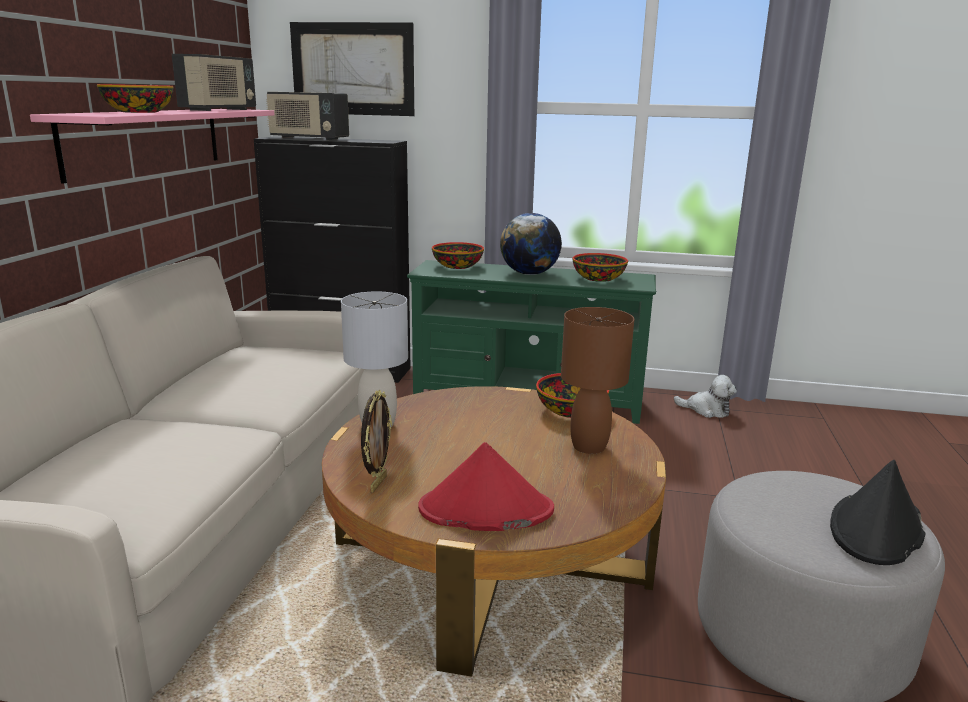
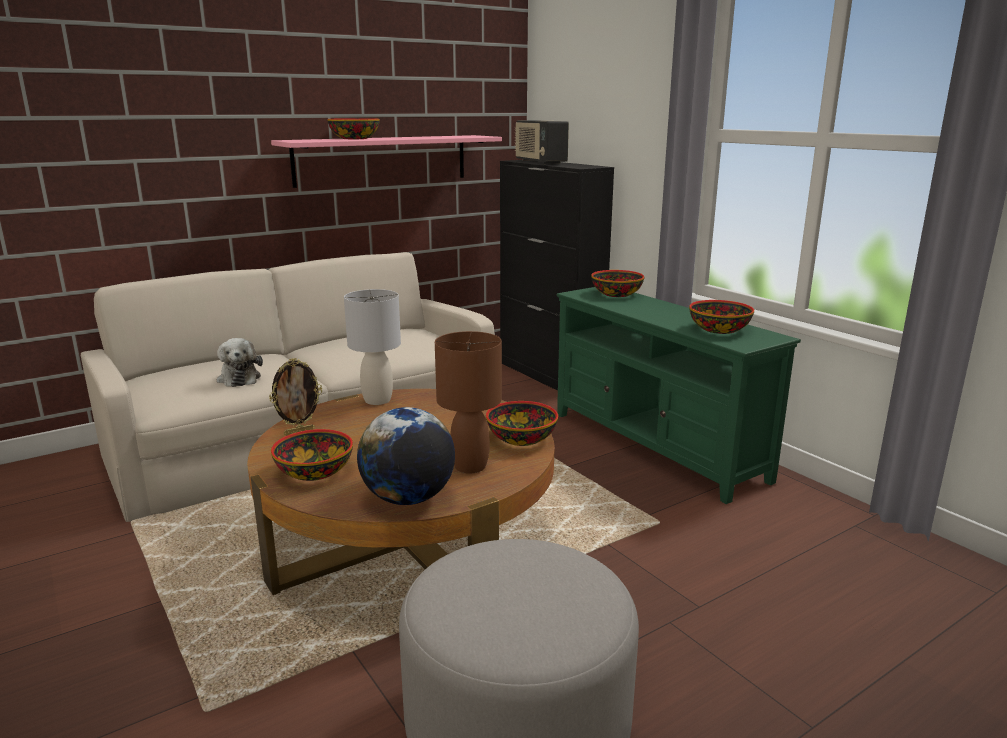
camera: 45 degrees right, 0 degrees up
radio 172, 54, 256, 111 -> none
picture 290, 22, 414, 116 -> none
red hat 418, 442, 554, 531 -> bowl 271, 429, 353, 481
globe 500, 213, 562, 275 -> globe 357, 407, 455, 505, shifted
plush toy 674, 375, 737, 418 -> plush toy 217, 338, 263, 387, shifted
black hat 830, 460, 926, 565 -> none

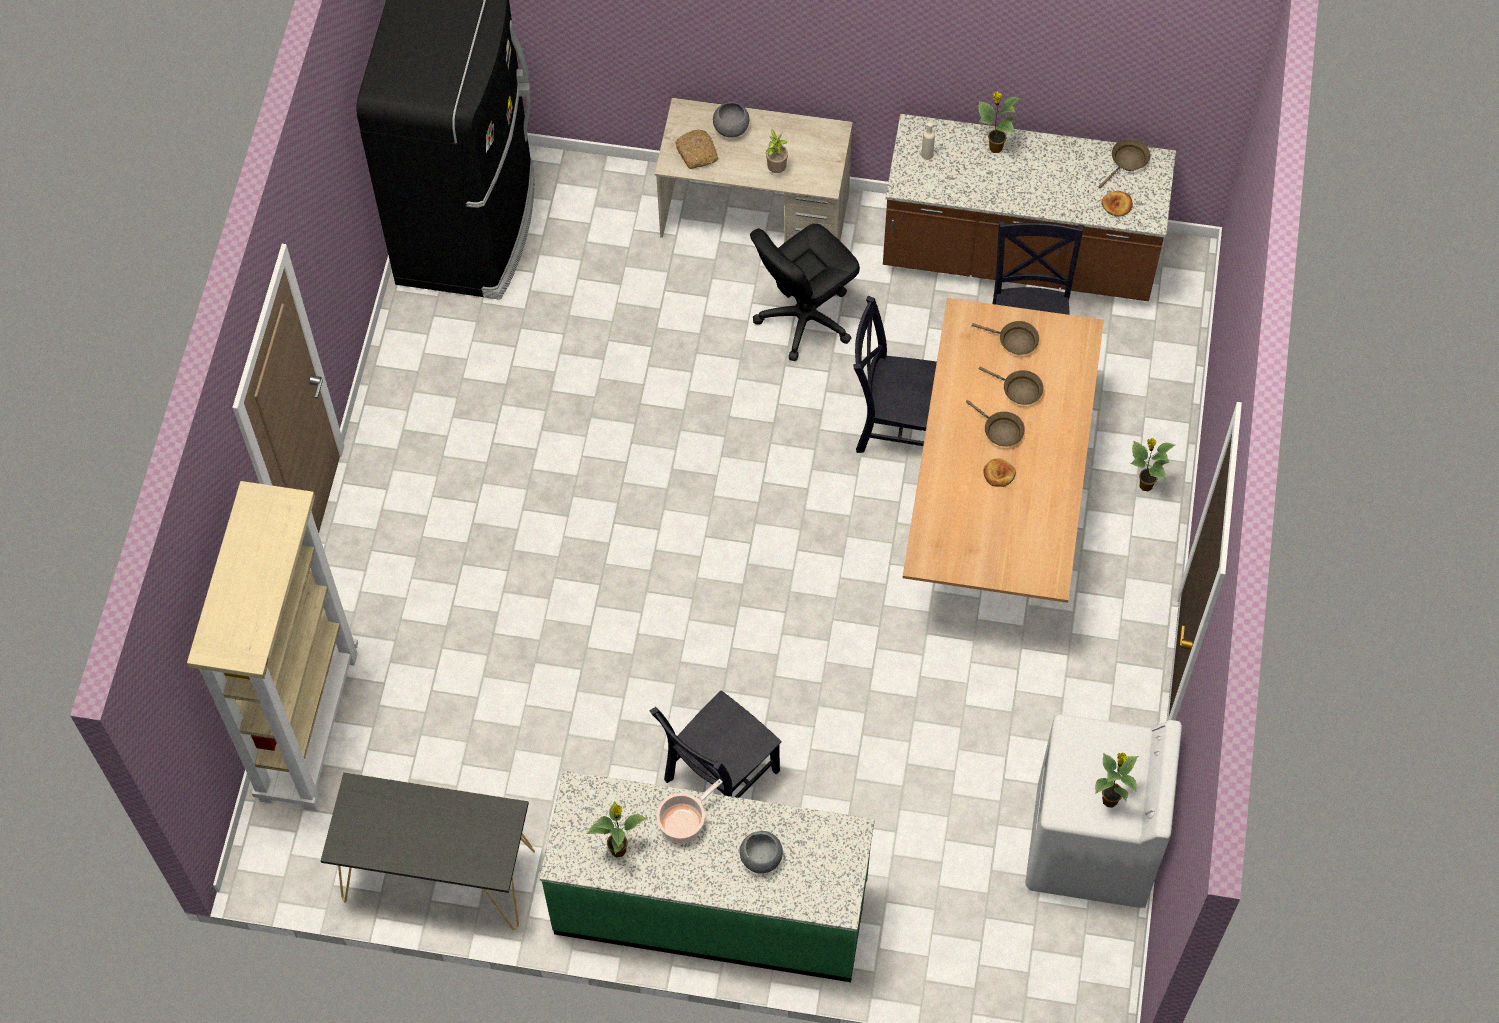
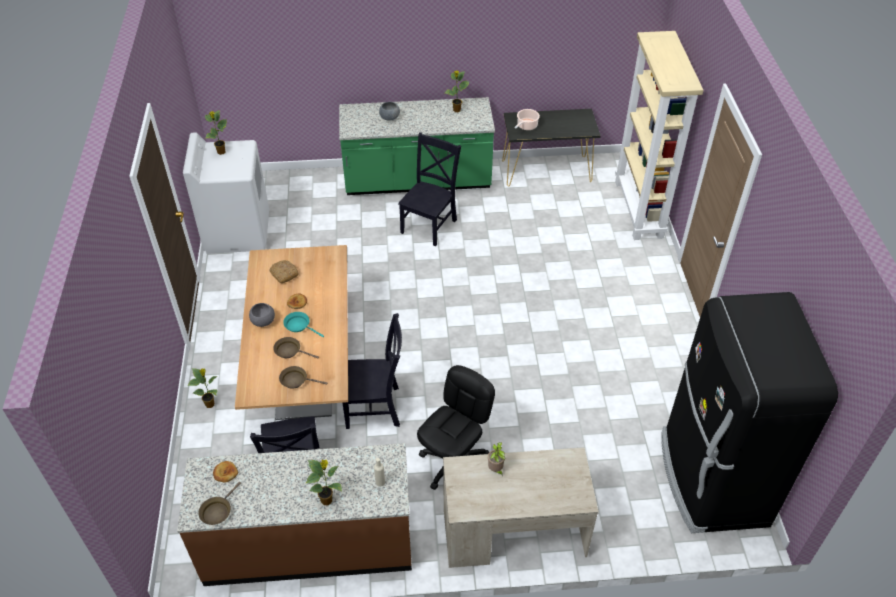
camera: 165 degrees right, 15 degrees down
cooking pot 656, 779, 723, 844 -> cooking pot 514, 109, 540, 130, shifted
bread 675, 129, 718, 169 -> bread 269, 260, 299, 283, shifted
grey bowl 713, 102, 749, 138 -> grey bowl 249, 303, 275, 327, shifted
brown frying pan 966, 400, 1025, 447 -> turquoise frying pan 283, 312, 324, 337

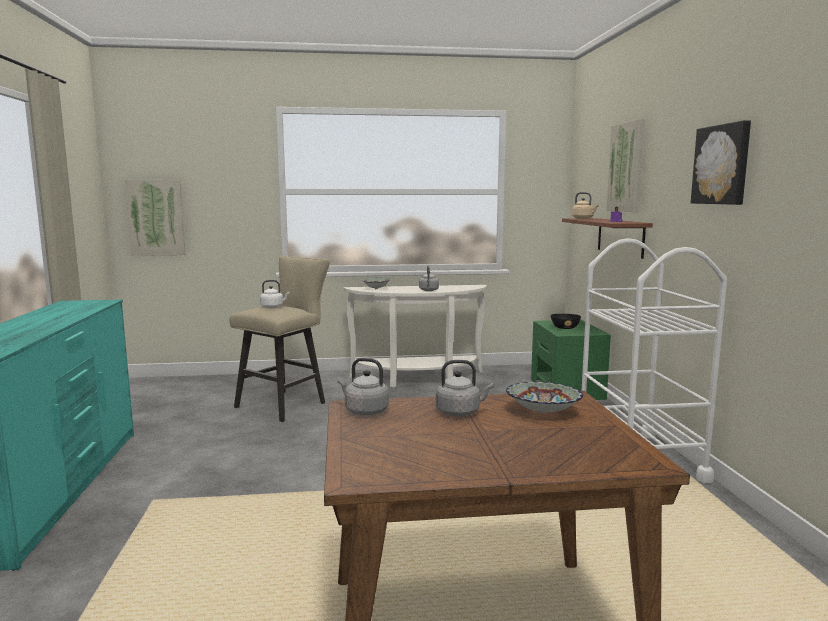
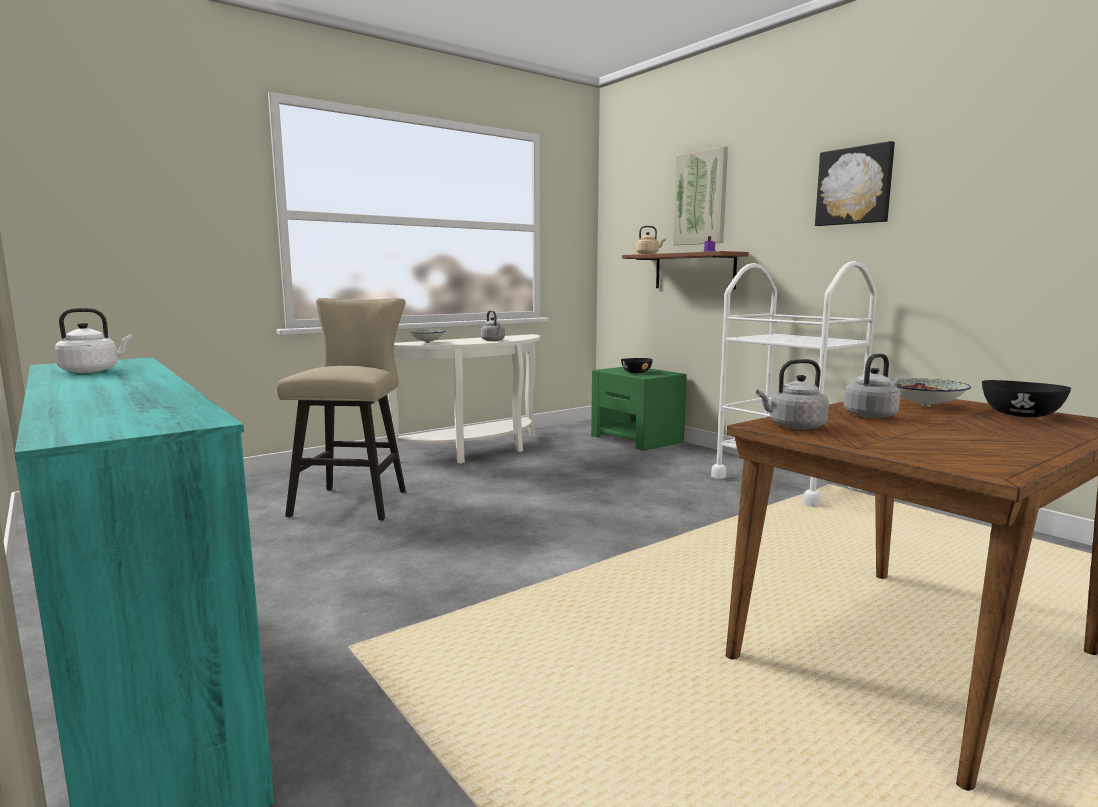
camera: 30 degrees left, 0 degrees up
picture 125, 180, 186, 256 -> none
white kettle 260, 280, 289, 308 -> white kettle 55, 308, 132, 373, shifted
none -> black bowl 982, 380, 1071, 417

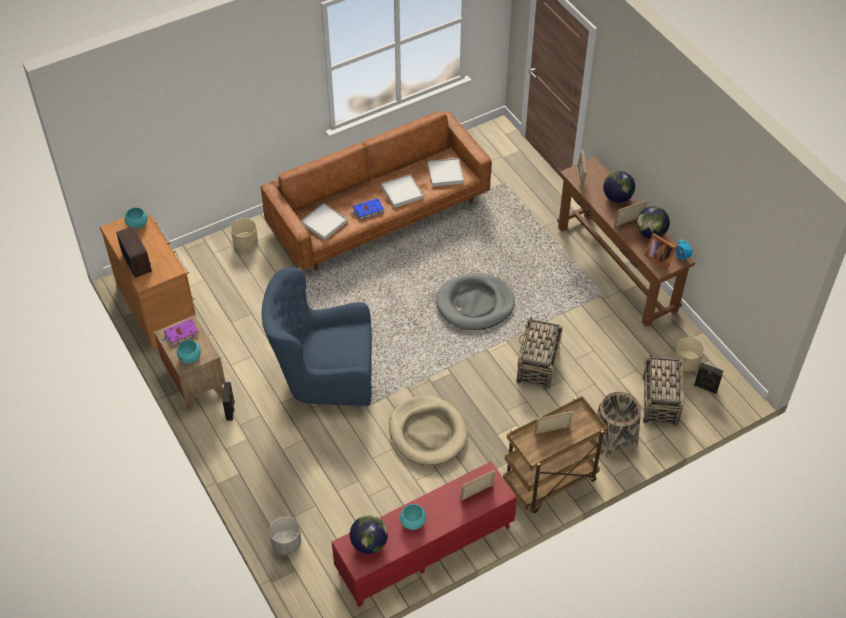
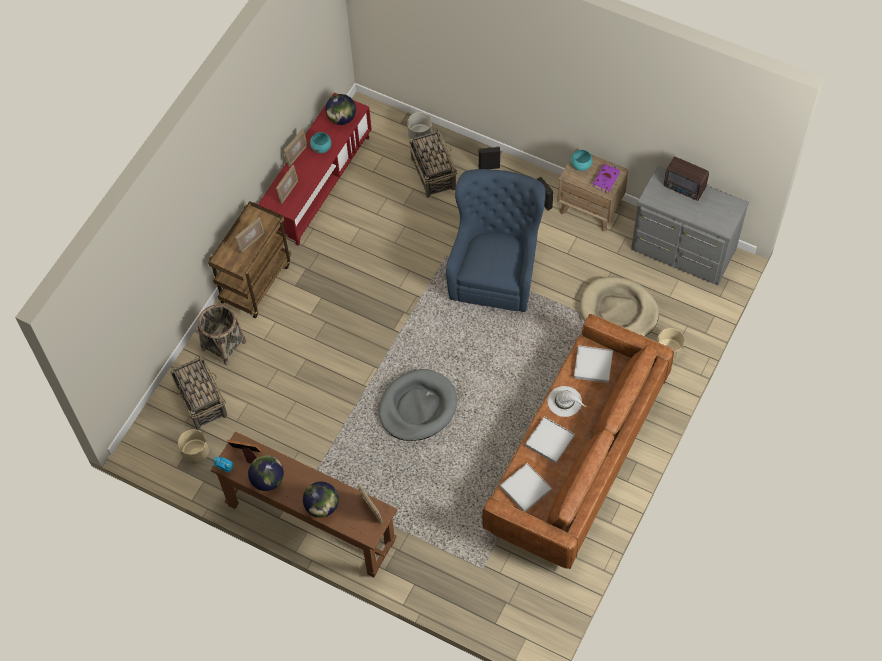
camera: 150 degrees right, 10 degrees up
brown dresser 100, 209, 196, 350 -> grey dresser 631, 166, 749, 285
turquoise bowl 125, 207, 148, 229 -> none
blue armchair 262, 267, 372, 406 -> blue armchair 446, 169, 545, 312, 45 degrees counterclockwise
blue book 351, 198, 384, 220 -> white hat 548, 386, 586, 417
beige dog bed 389, 395, 468, 465 -> beige dog bed 580, 276, 659, 336, shifted
basket 516, 317, 563, 389 -> basket 409, 129, 457, 198, shifted
picture frame 614, 200, 647, 227 -> picture frame 284, 129, 308, 167, shifted
black speaker 694, 362, 723, 394 -> black speaker 478, 147, 500, 169, shifted

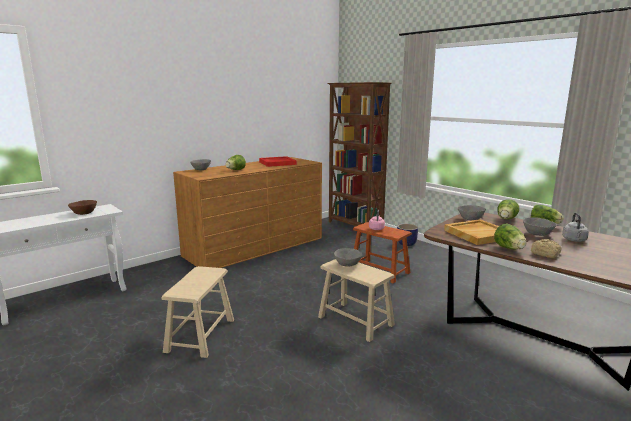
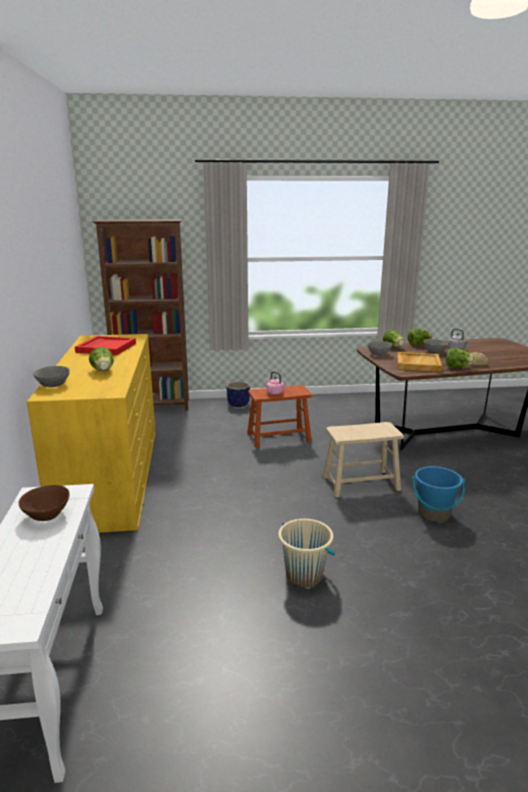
camera: 55 degrees left, 5 degrees up
beige stool 161, 266, 234, 358 -> beige bucket 278, 519, 335, 587
brown dresser 173, 157, 322, 268 -> yellow dresser 27, 334, 155, 533
grey bowl 334, 248, 363, 267 -> none
none -> blue bucket 412, 466, 465, 522

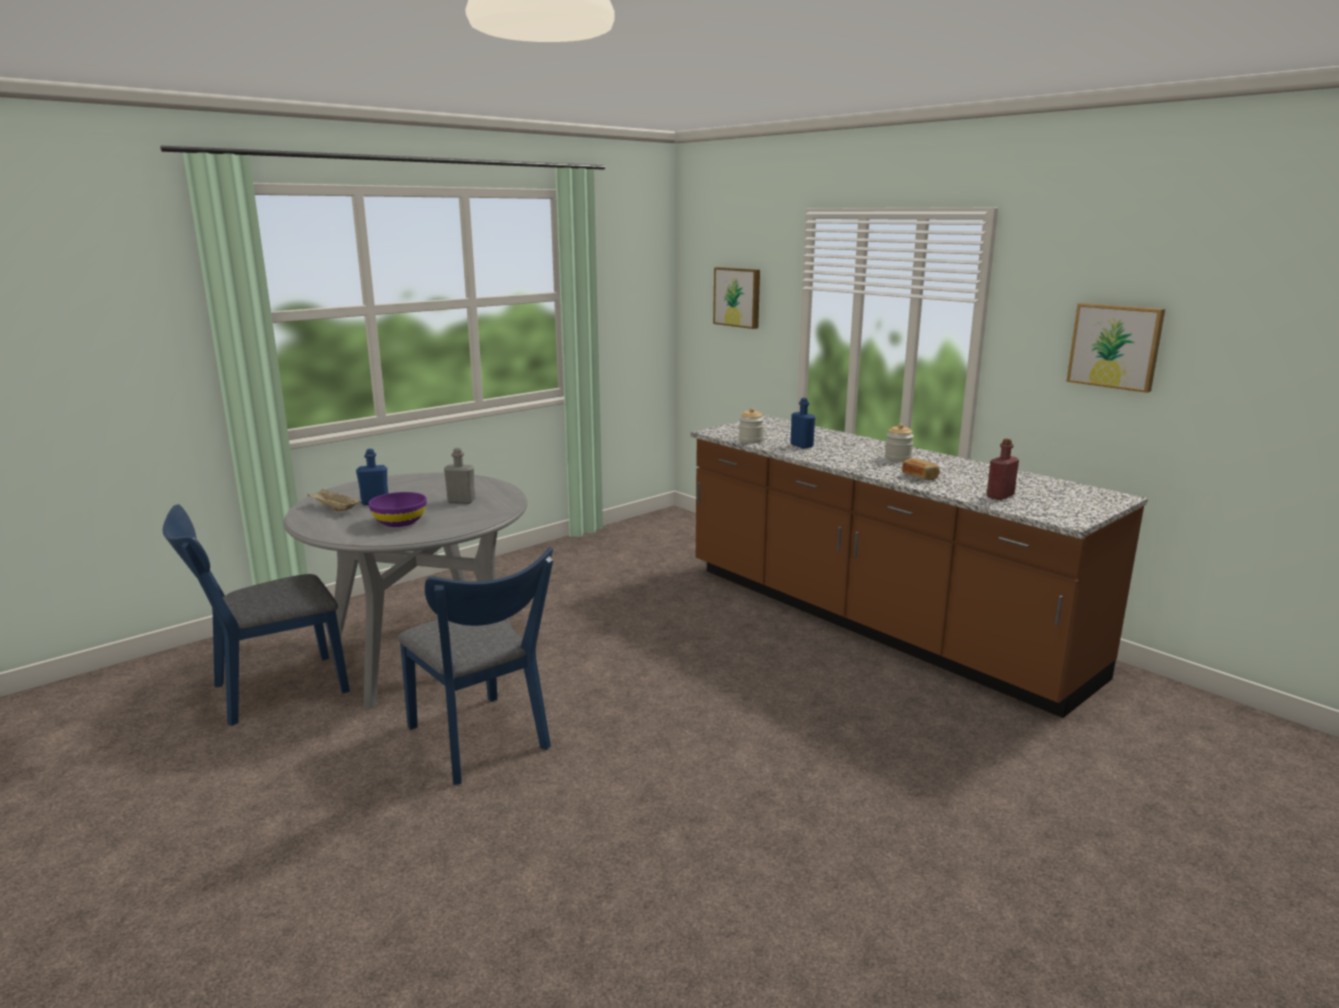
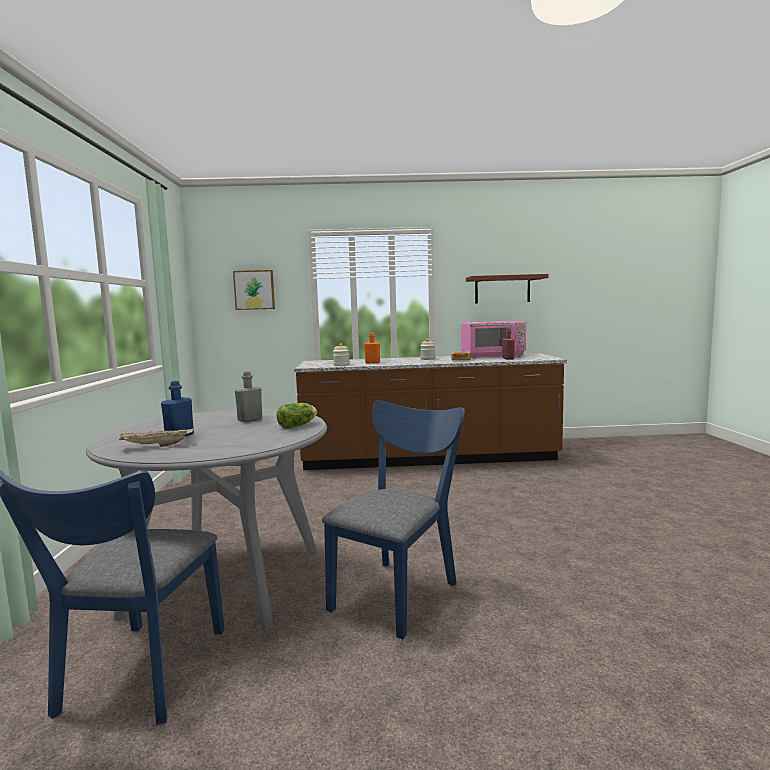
camera: 50 degrees left, 10 degrees down
purple bowl 368, 492, 427, 527 -> none
blue chair 397, 547, 553, 785 -> blue chair 322, 400, 465, 639, 60 degrees counterclockwise
blue bottle 790, 398, 815, 448 -> orange bottle 364, 333, 380, 363
picture 1067, 303, 1165, 393 -> brown shelf 466, 274, 549, 304
none -> lettuce 276, 403, 317, 429
none -> pink microwave 461, 321, 526, 358

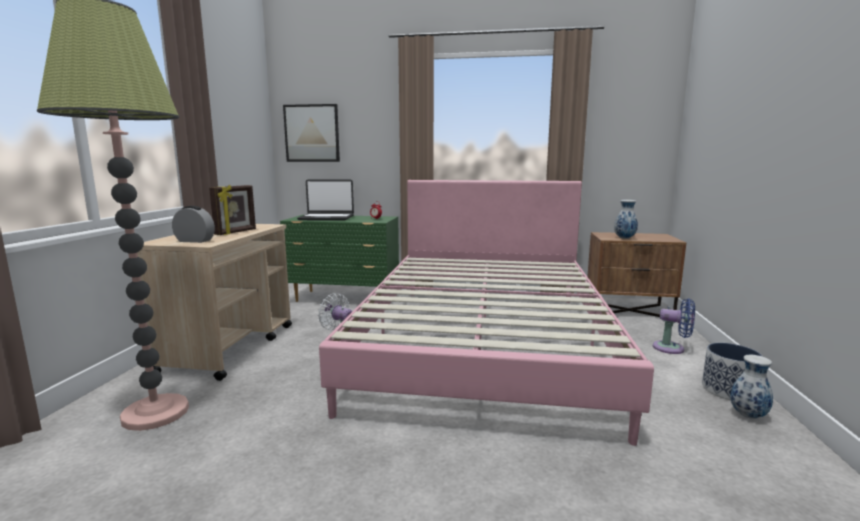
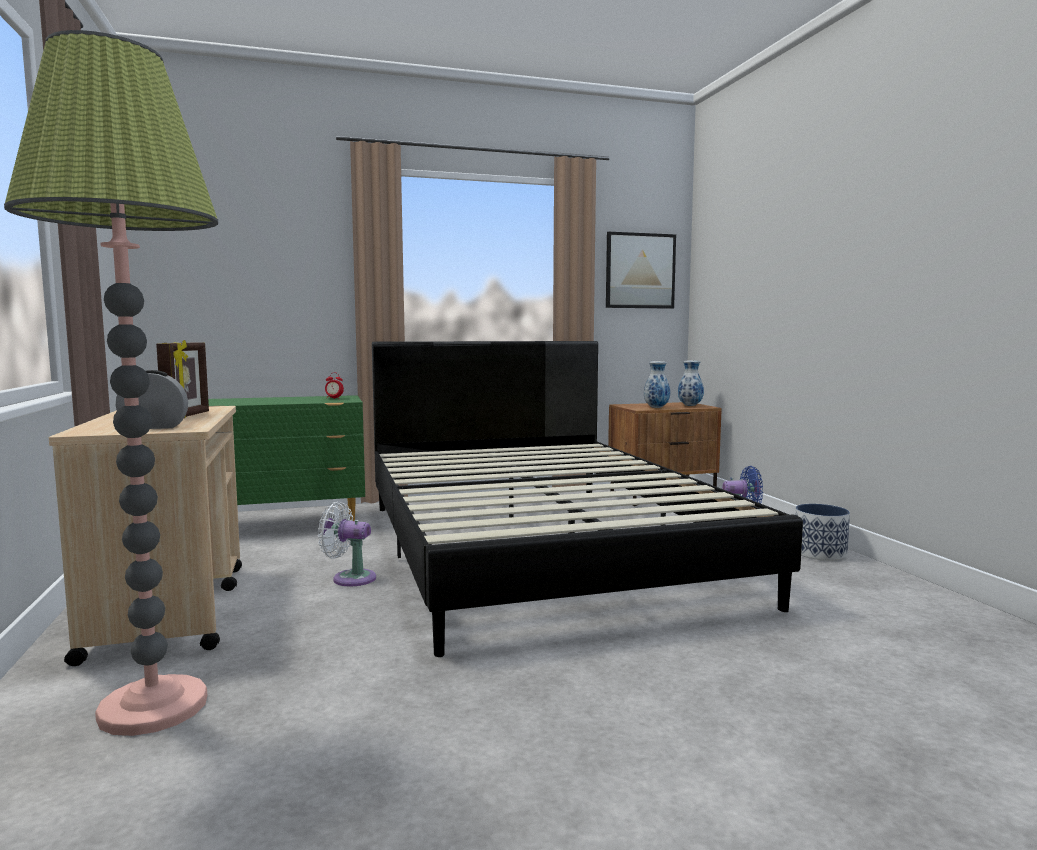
camera: 25 degrees left, 5 degrees down
picture 283, 104, 340, 162 -> picture 606, 232, 676, 309, shifted
laptop 297, 179, 354, 221 -> none
pink bed 319, 180, 654, 446 -> black bed 372, 341, 803, 657
vase 730, 355, 773, 419 -> vase 678, 361, 704, 406, shifted

